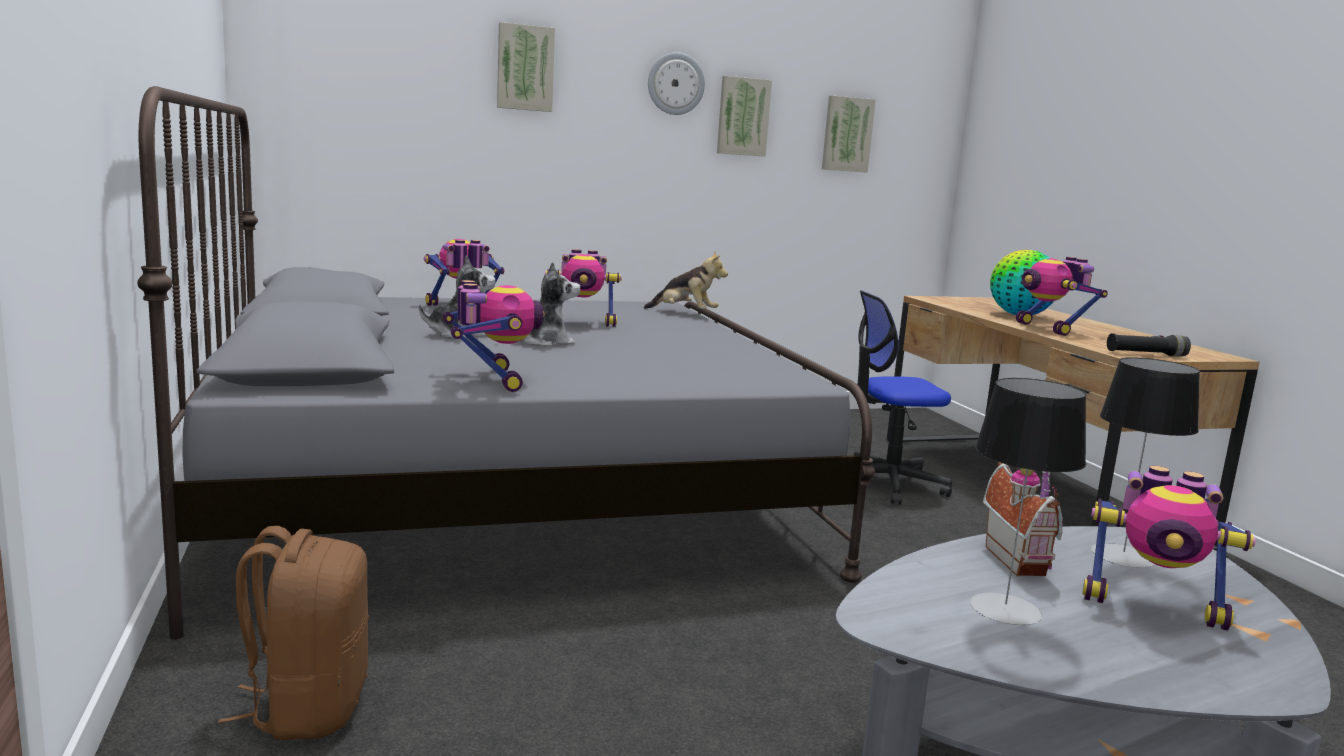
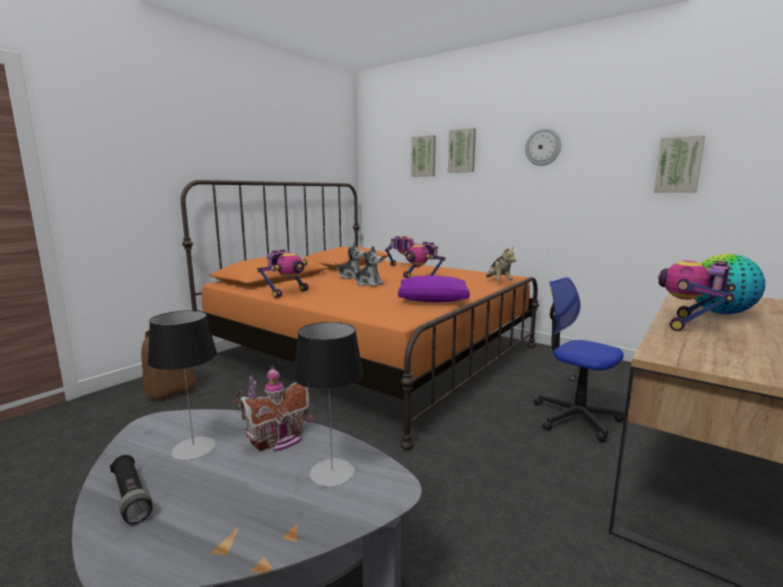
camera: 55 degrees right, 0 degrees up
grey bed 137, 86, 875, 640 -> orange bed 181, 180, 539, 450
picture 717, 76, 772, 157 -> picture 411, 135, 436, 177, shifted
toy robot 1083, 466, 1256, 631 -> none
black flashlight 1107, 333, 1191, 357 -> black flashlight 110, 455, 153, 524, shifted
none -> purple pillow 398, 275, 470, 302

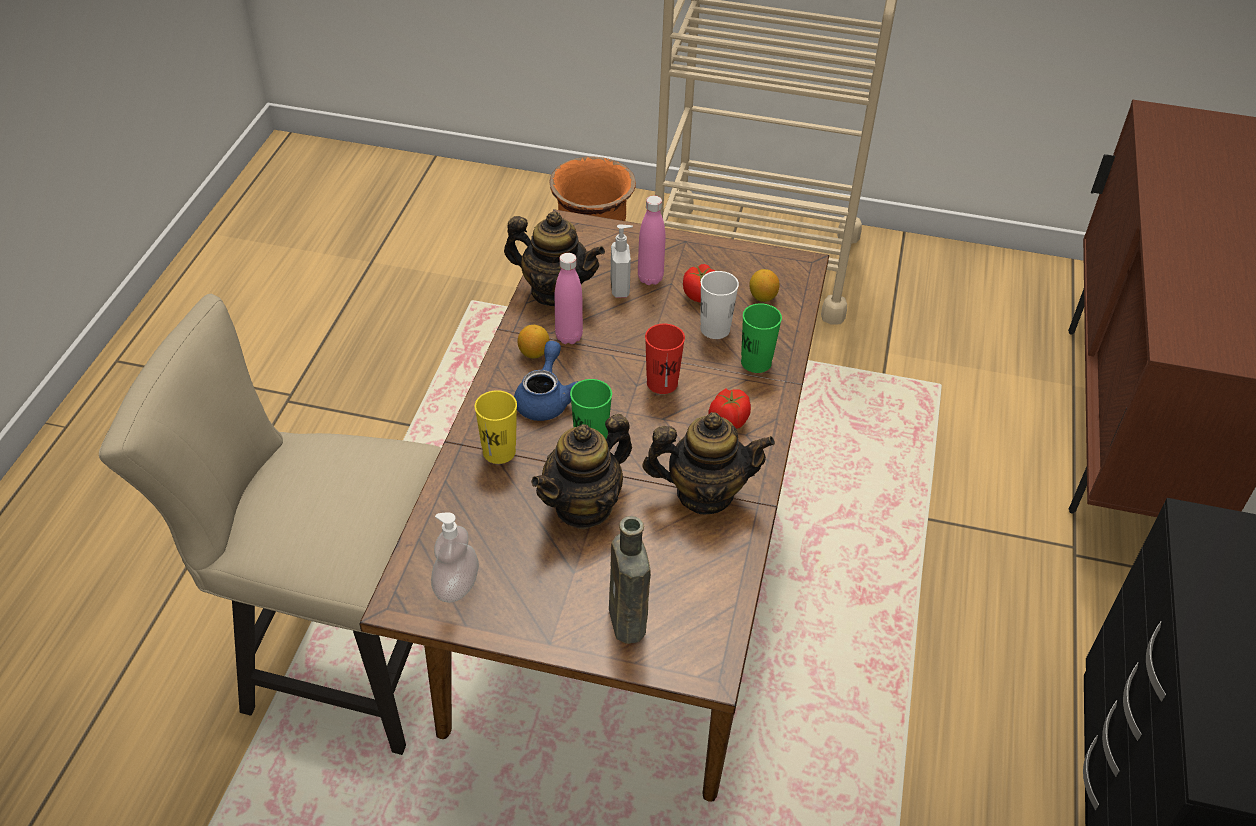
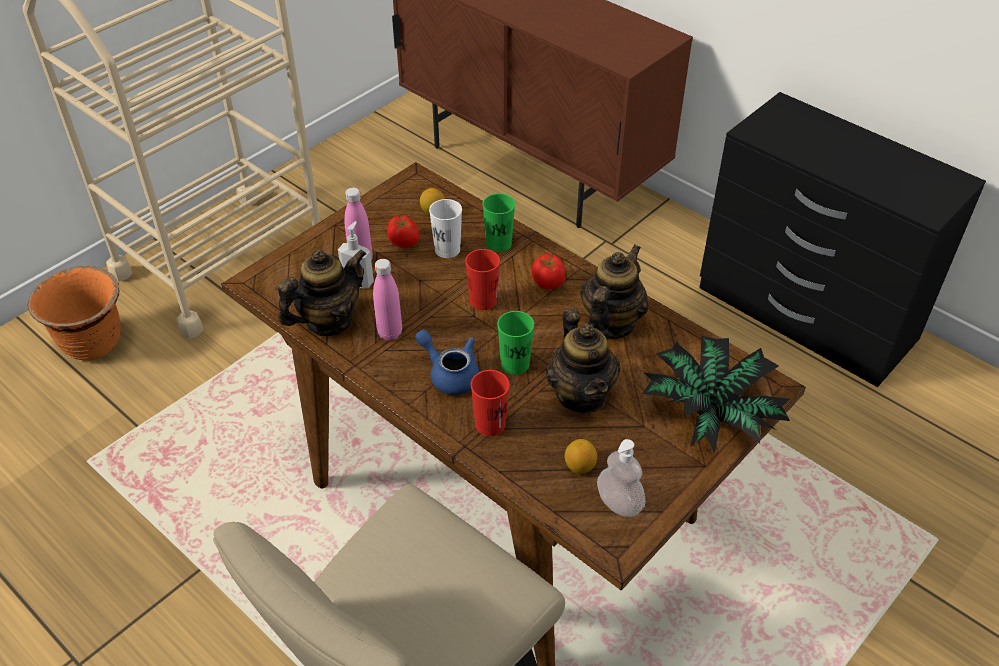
camera: 60 degrees left, 0 degrees up
yellow cup 475, 390, 517, 464 -> red cup 471, 370, 510, 436
lemon 517, 325, 550, 358 -> lemon 565, 439, 597, 474, shifted
brown bottle 609, 516, 651, 644 -> potted plant 642, 336, 790, 453

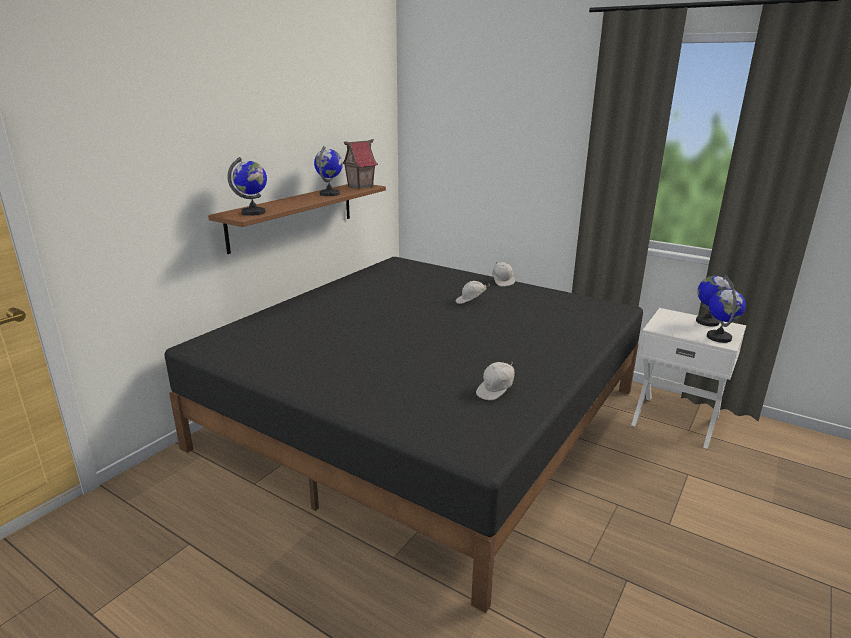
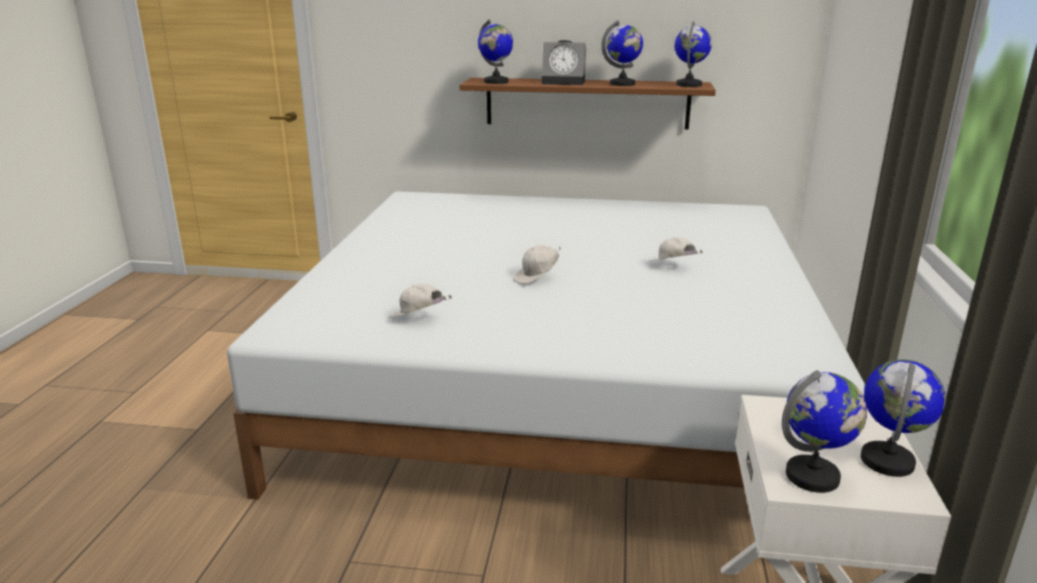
camera: 65 degrees right, 0 degrees up
black bed 165, 257, 643, 613 -> white bed 227, 191, 865, 500
toy house 343, 139, 378, 189 -> globe 675, 21, 712, 87
white cap 492, 262, 515, 287 -> white cap 513, 245, 561, 284, shifted
none -> alarm clock 541, 40, 586, 85

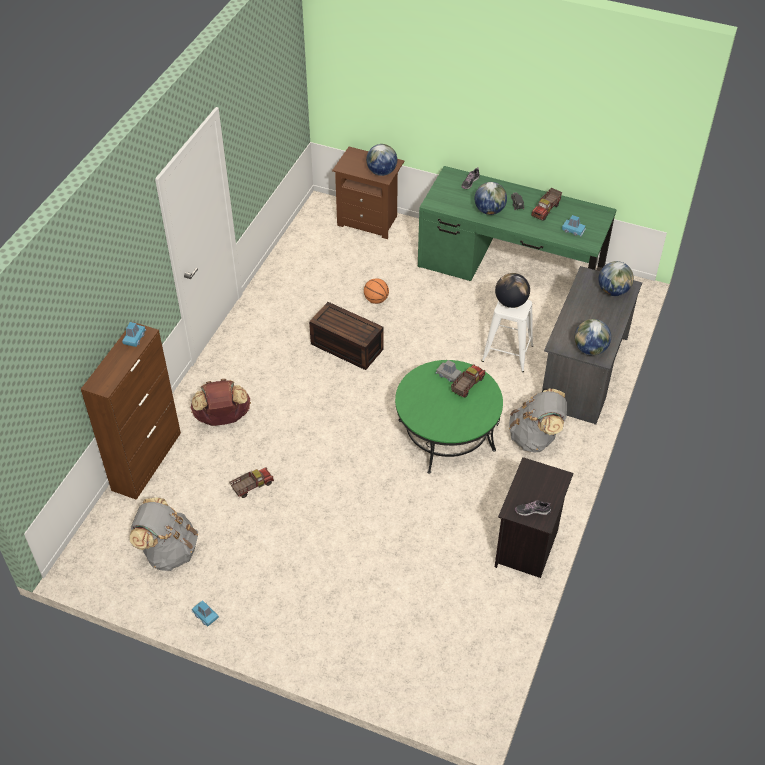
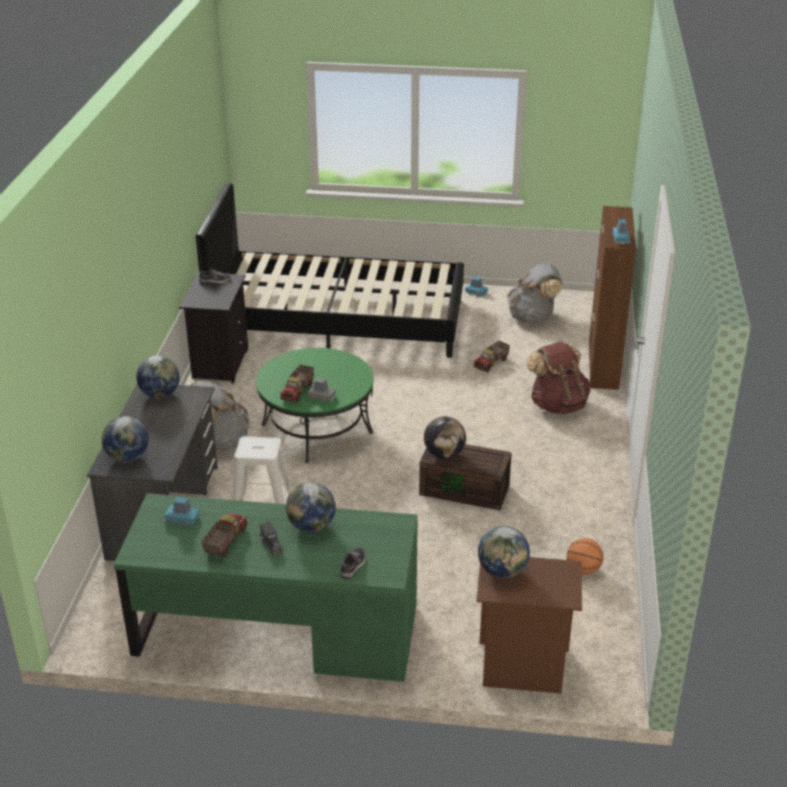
camera: 165 degrees right, 15 degrees down
basketball 364, 278, 389, 304 -> basketball 567, 538, 603, 575, shifted
globe 495, 273, 530, 308 -> globe 424, 416, 466, 459, shifted
none -> black bed 196, 183, 464, 358

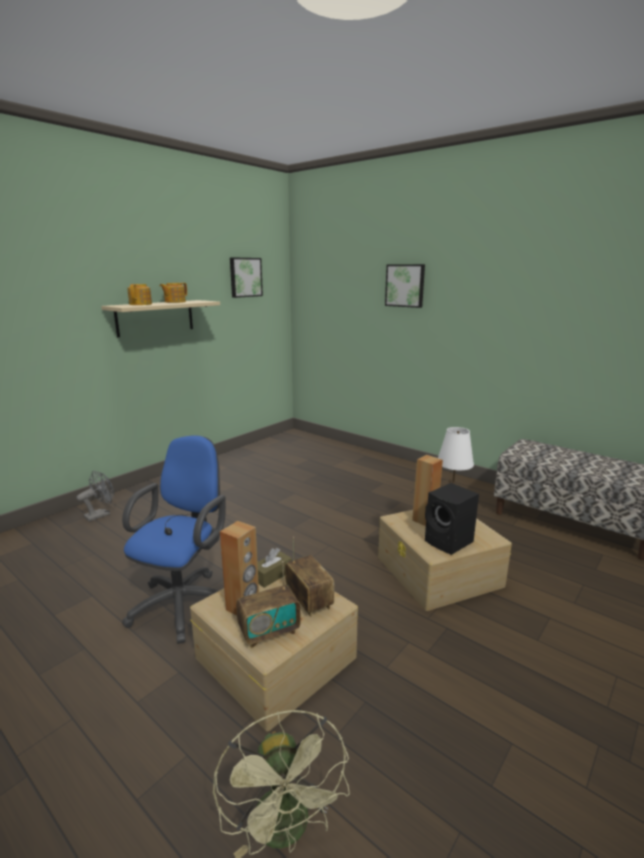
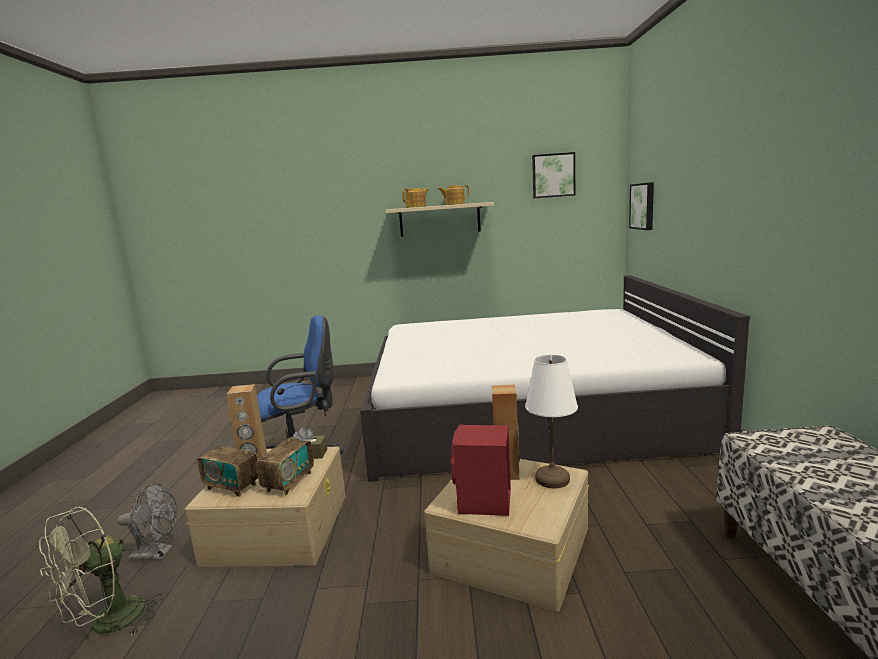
camera: 50 degrees right, 5 degrees down
grey fan 77, 471, 114, 522 -> grey fan 117, 483, 178, 561, shifted
picture 385, 264, 425, 308 -> picture 629, 182, 654, 230, shifted
black speaker 425, 483, 479, 555 -> red speaker 451, 425, 511, 516
none -> white bed 360, 275, 750, 482

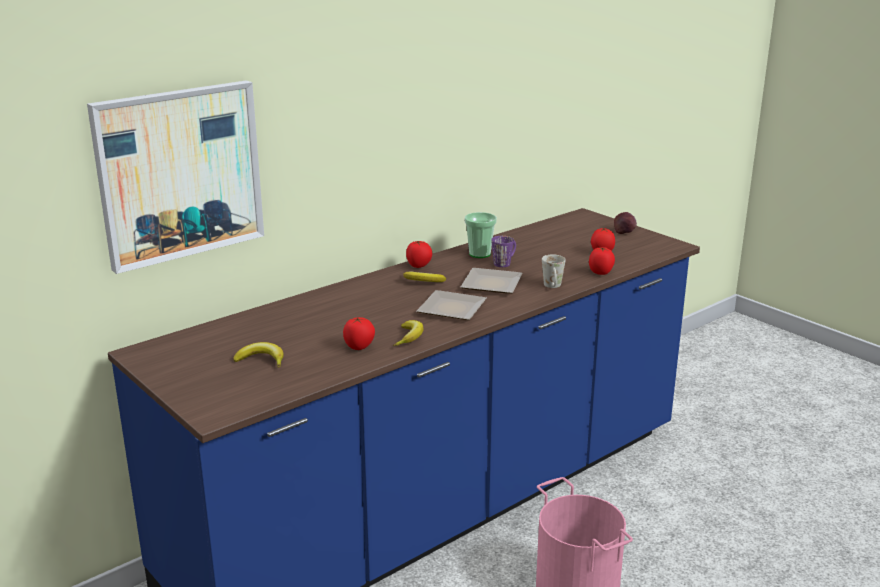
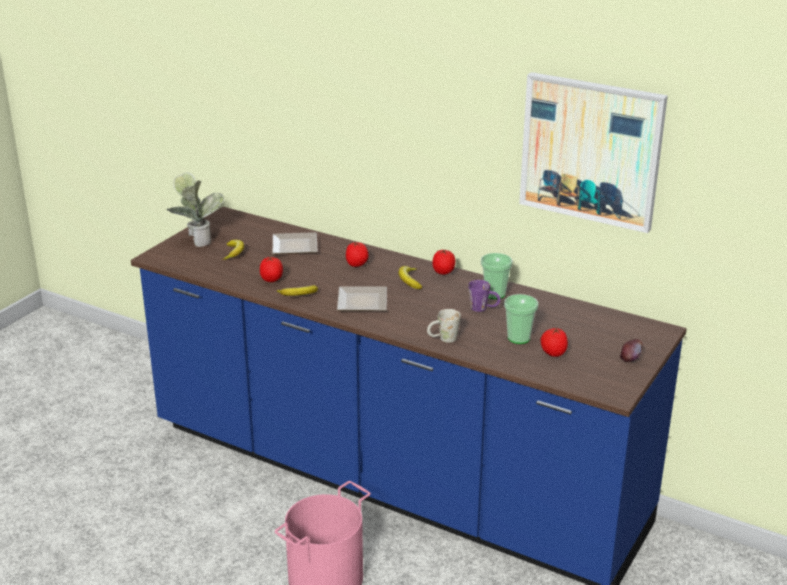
camera: 70 degrees right, 5 degrees up
picture 87, 80, 264, 274 -> picture 519, 72, 668, 233, shifted
plate 461, 268, 522, 294 -> plate 272, 232, 318, 254, shifted
tomato 589, 247, 615, 275 -> tomato 346, 242, 369, 267, shifted
none -> potted plant 166, 172, 224, 247
none -> cup 504, 294, 539, 344

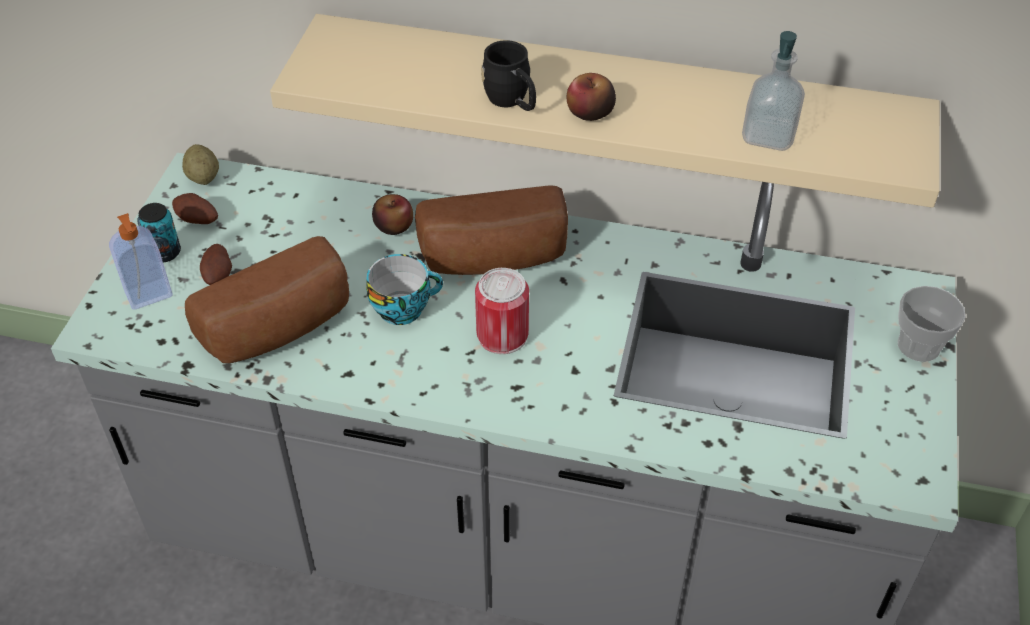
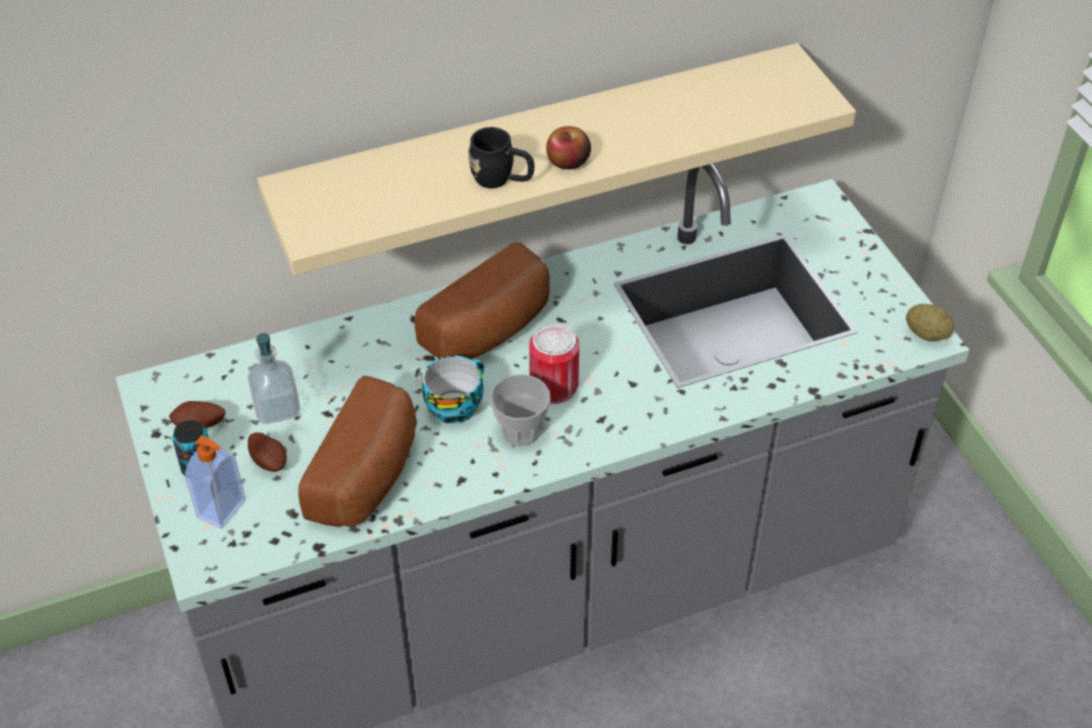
camera: 35 degrees left, 0 degrees up
potato 182, 144, 219, 185 -> potato 906, 304, 954, 341, shifted
apple 372, 194, 413, 235 -> none
soap dispenser 742, 31, 805, 151 -> soap dispenser 248, 333, 300, 424, shifted
cup 898, 286, 966, 362 -> cup 490, 374, 551, 446, shifted

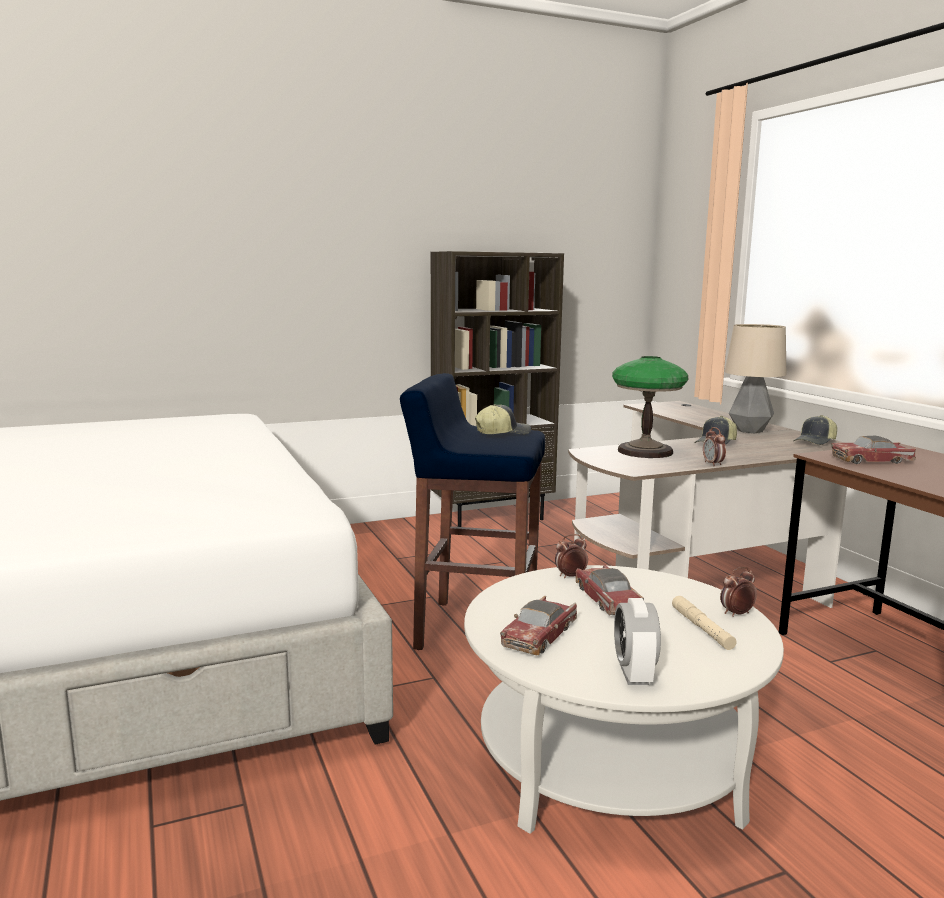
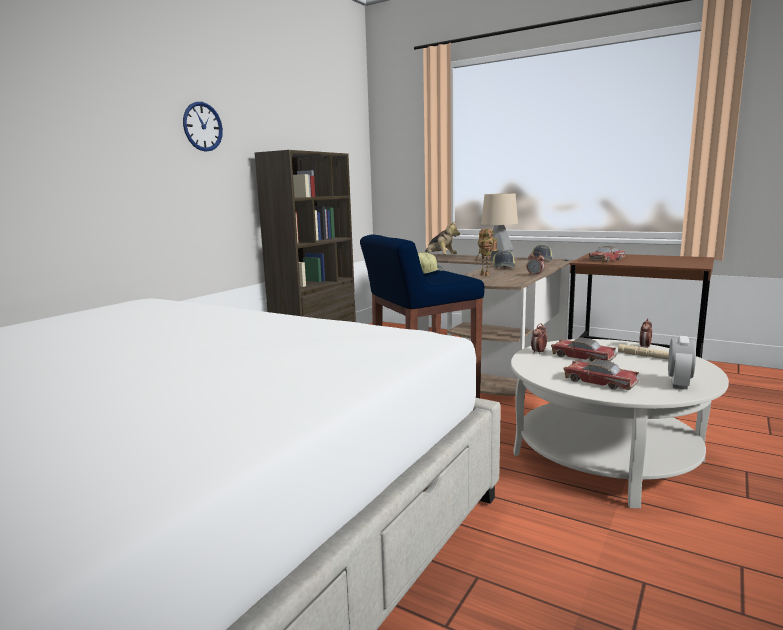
camera: 35 degrees left, 0 degrees up
toy car 500, 596, 577, 655 -> toy car 563, 359, 639, 390, 135 degrees clockwise
table lamp 612, 356, 688, 458 -> toy robot 475, 229, 497, 277
alarm clock 614, 598, 661, 685 -> alarm clock 668, 336, 696, 390, 120 degrees counterclockwise
none -> wall clock 183, 102, 223, 152
none -> plush toy 425, 222, 460, 255

